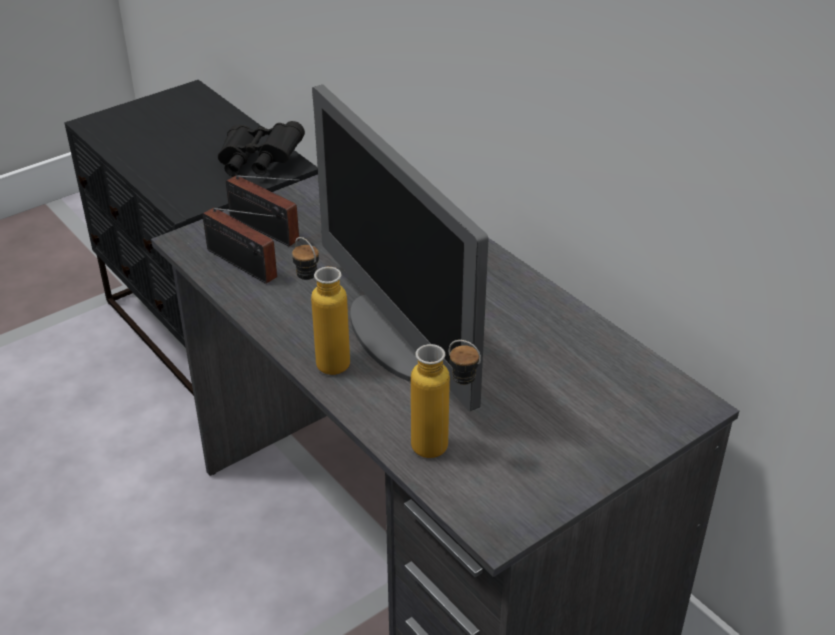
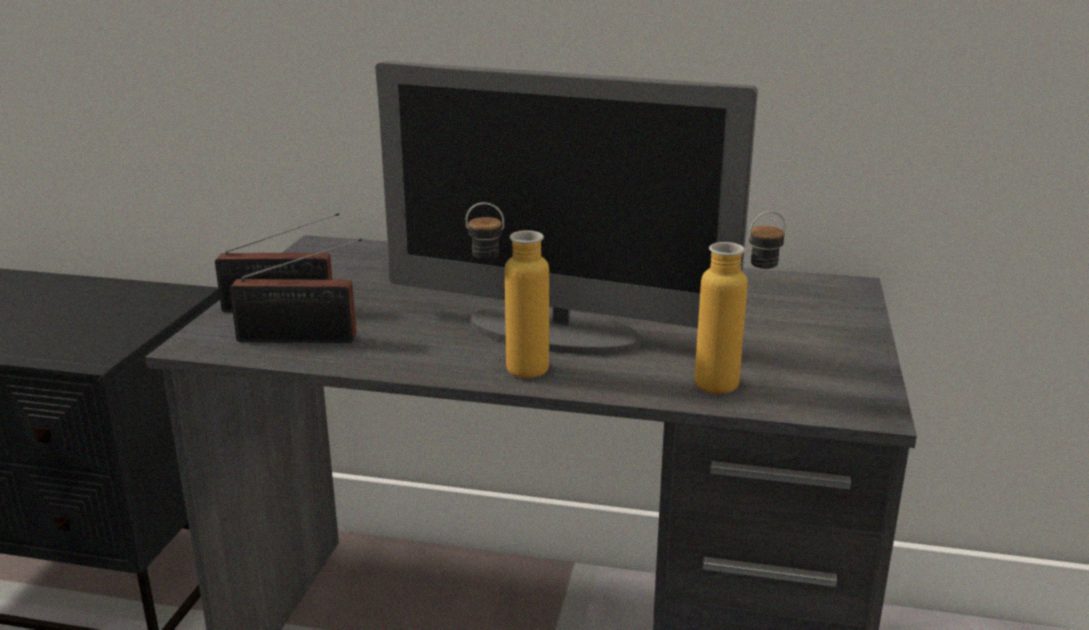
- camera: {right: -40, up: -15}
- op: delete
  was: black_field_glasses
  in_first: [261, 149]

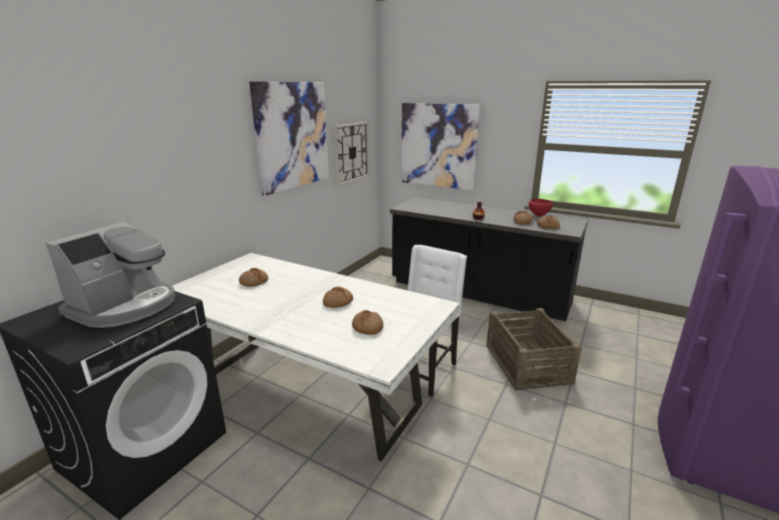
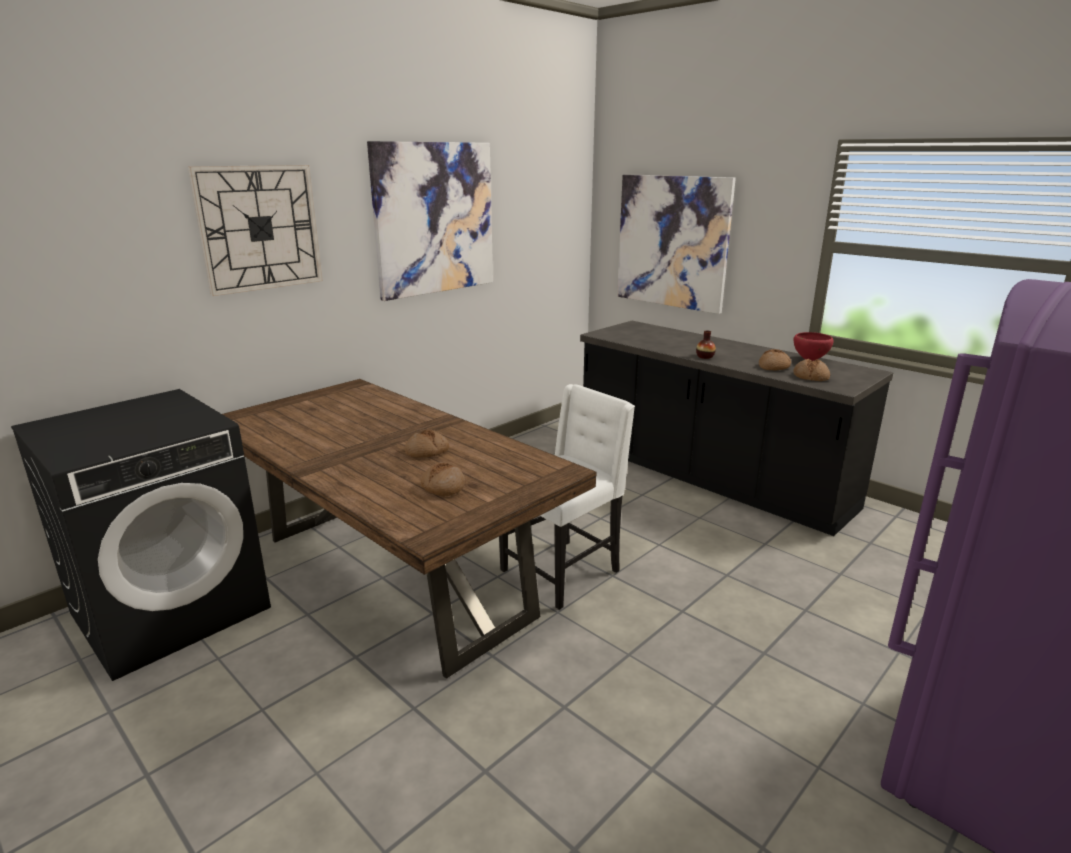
- camera: {right: 15, up: 0}
- op: move
  was: hanging_clock
  in_first: [351, 154]
  in_second: [255, 230]
- op: delete
  was: coffee_maker
  in_first: [111, 275]
- op: recolor
  was: whitish_kitchen_table
  now: brownish_kitchen_table
  in_first: [316, 357]
  in_second: [410, 529]
- op: delete
  was: bread
  in_first: [253, 277]
- op: delete
  was: packing_crate
  in_first: [534, 349]

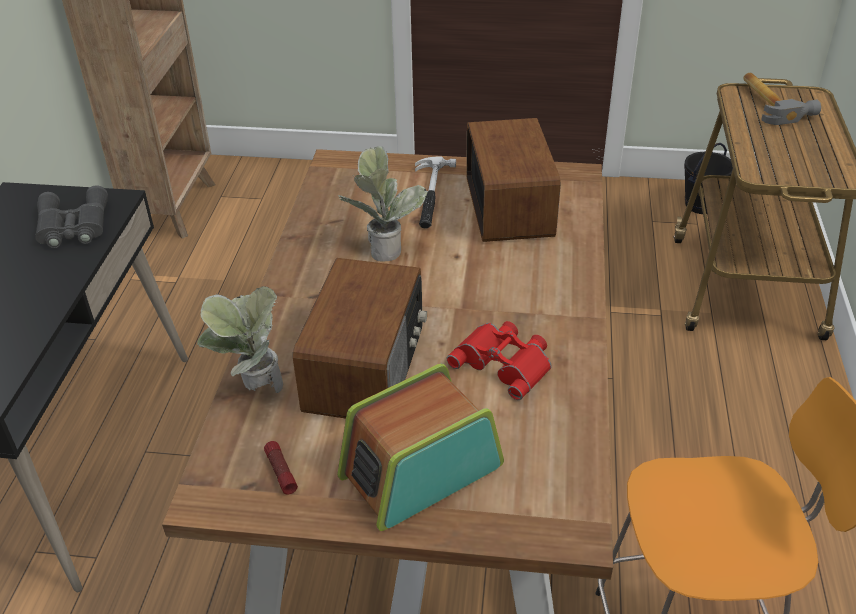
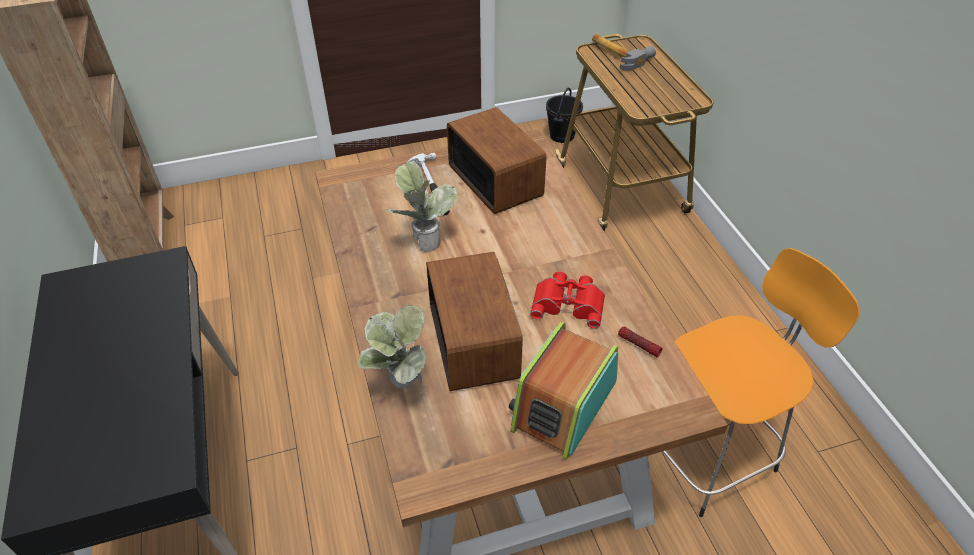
- camera: {right: -25, up: 5}
- op: delete
  was: greyish_field_glasses
  in_first: [71, 216]
- op: move
  was: hand_torch
  in_first: [281, 468]
  in_second: [640, 342]

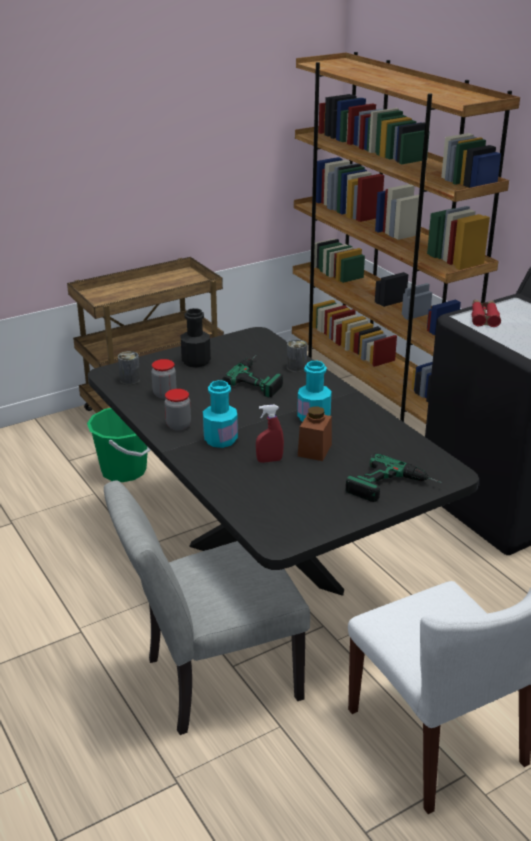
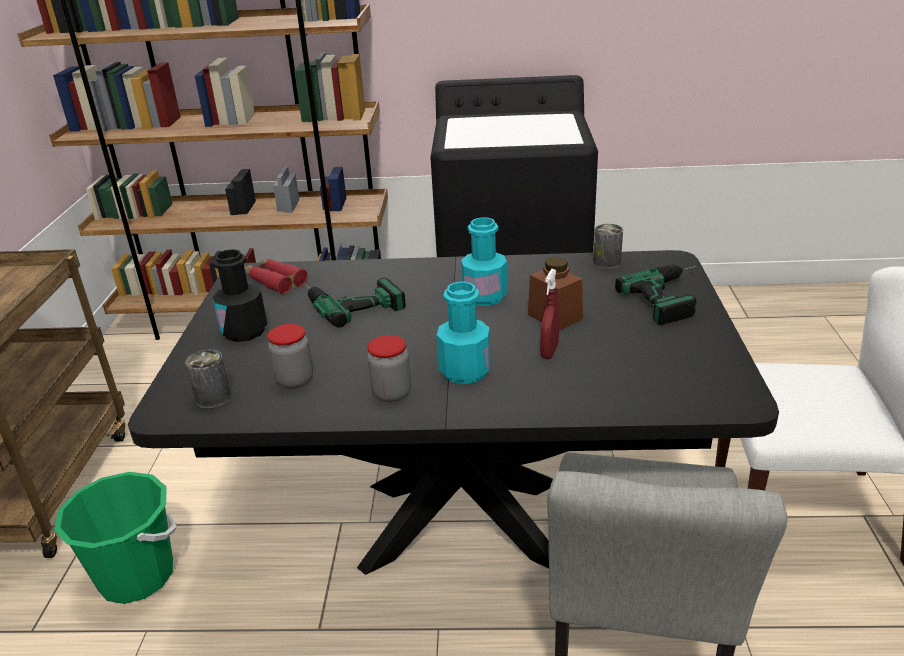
- camera: {right: -55, up: 0}
- op: move
  was: red_field_glasses
  in_first: [486, 313]
  in_second: [276, 276]
- op: move
  was: can
  in_first: [297, 355]
  in_second: [608, 246]

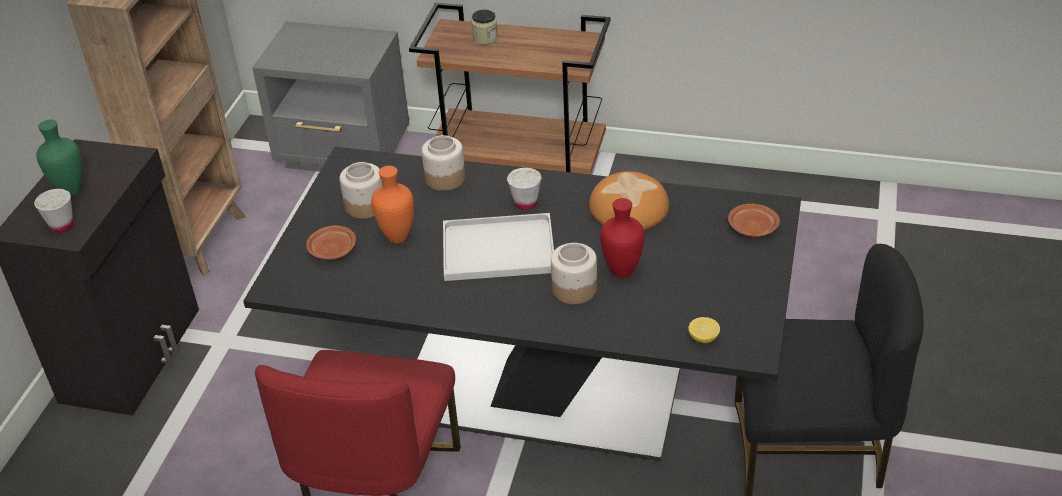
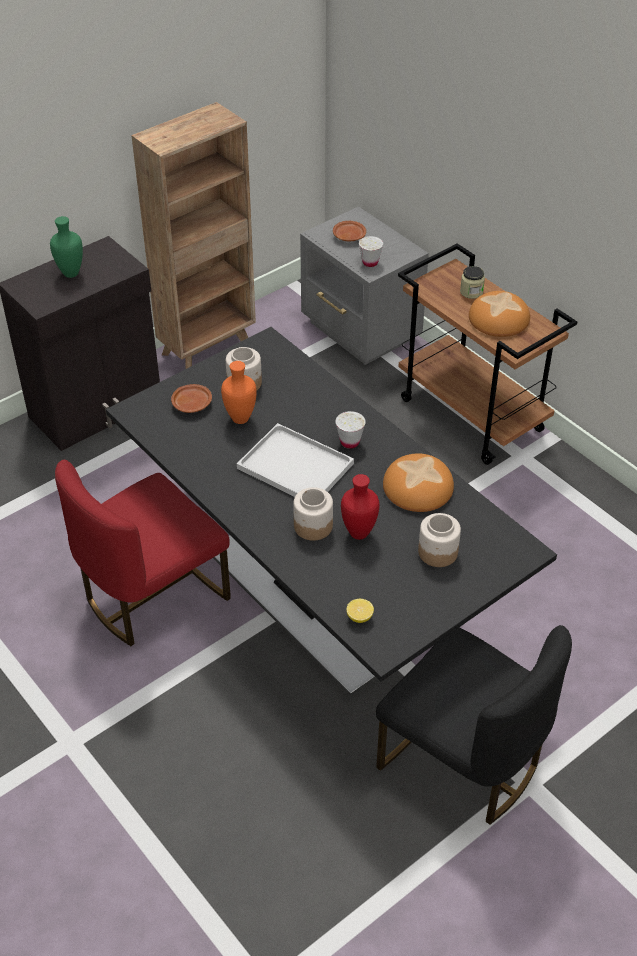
- camera: {right: 35, up: 5}
- op: move
  was: preserve_jar
  in_first: [443, 163]
  in_second: [439, 540]
- op: move
  was: whitish_small_cup
  in_first: [53, 211]
  in_second: [371, 251]
- op: move
  was: brownish_plate
  in_first: [754, 220]
  in_second: [349, 231]
- op: insert
  now: bread
  in_second: [499, 314]

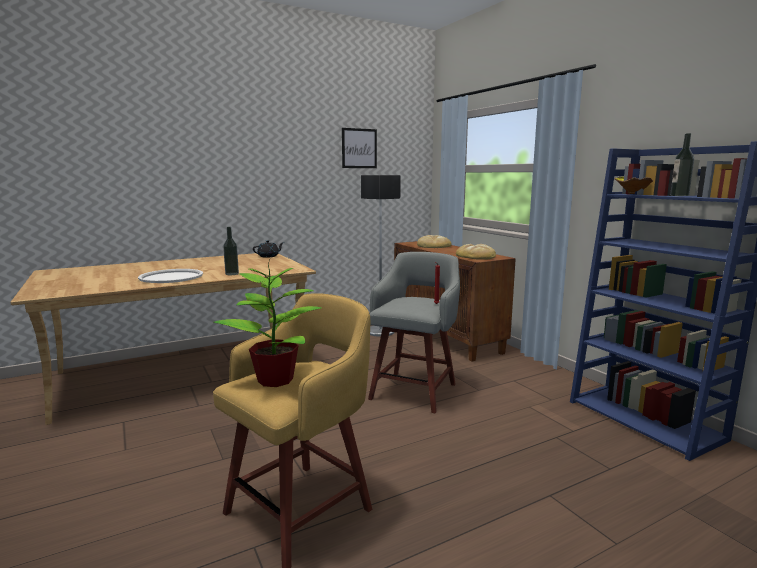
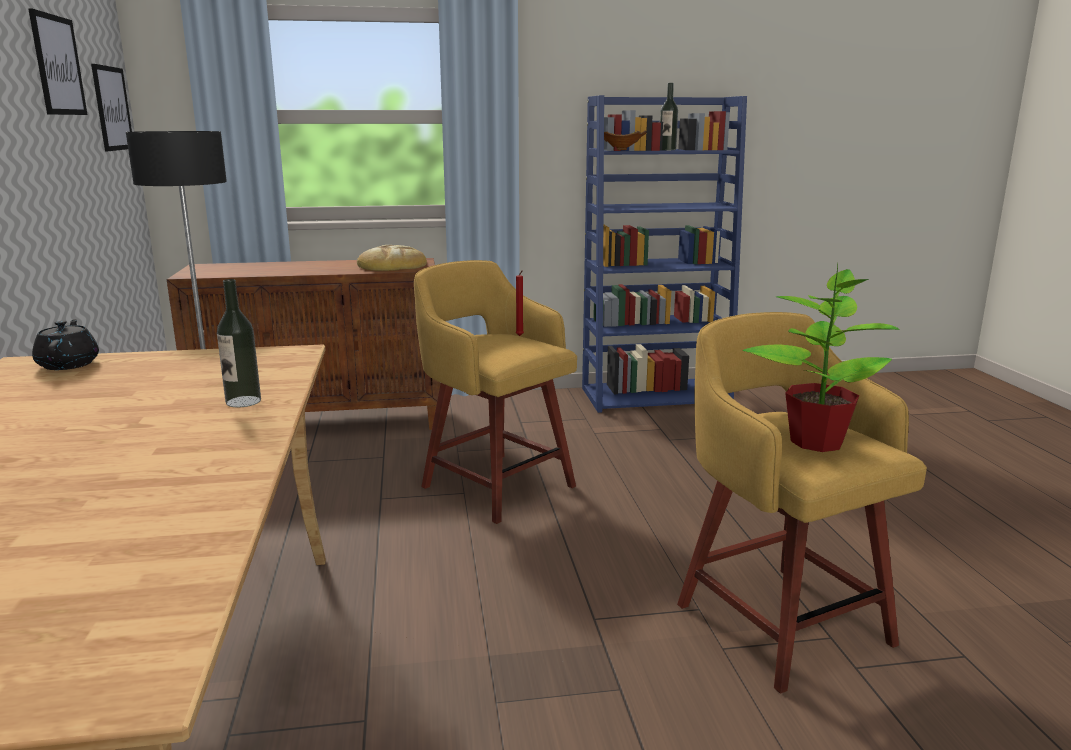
- camera: {right: -70, up: 5}
- op: delete
  was: bread
  in_first: [434, 241]
- op: recolor
  was: greyish_stool_seat
  now: yellow_stool_seat
  in_first: [414, 332]
  in_second: [495, 392]
- op: delete
  was: whitish_serving_tray
  in_first: [170, 276]
- op: insert
  now: wall_picture
  in_second: [111, 107]

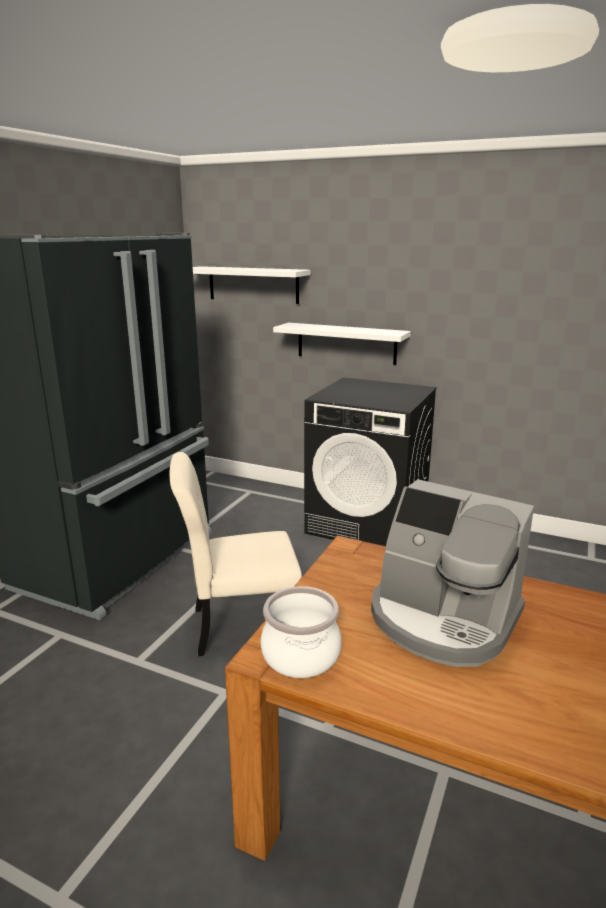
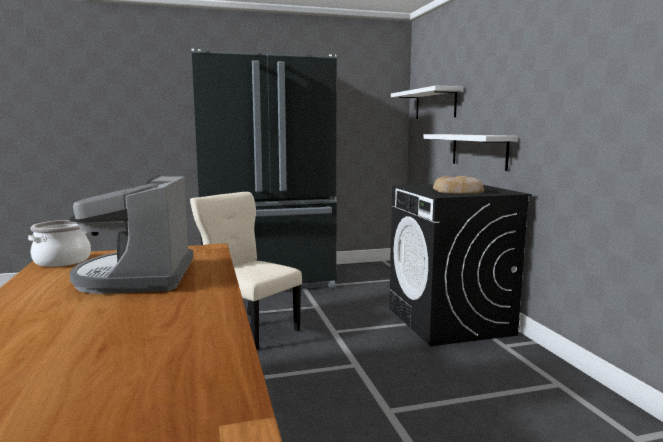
- camera: {right: 50, up: -10}
- op: insert
  now: bread
  in_second: [458, 185]

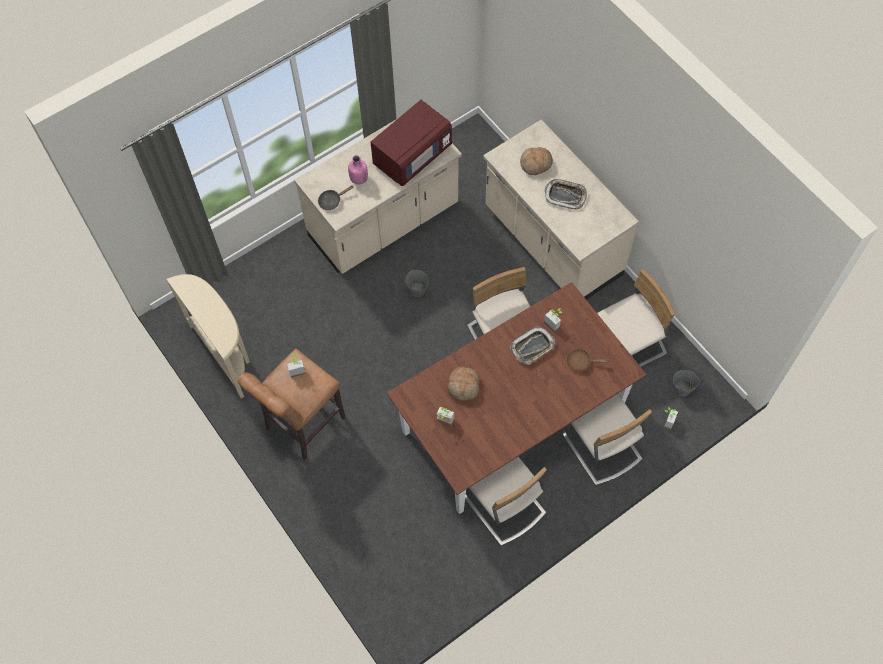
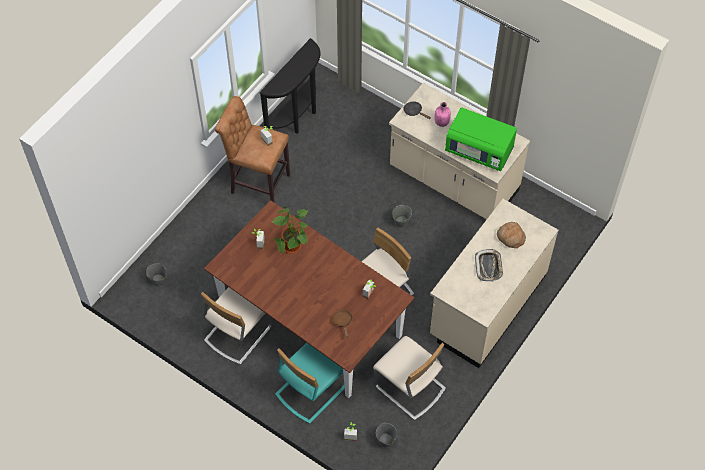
- camera: {right: 70, up: -5}
- op: recolor
  was: red_kitchen_microwave
  now: green_kitchen_microwave
  in_first: [411, 143]
  in_second: [481, 139]
- op: recolor
  was: sand-coloured_narrow_table
  now: black_narrow_table
  in_first: [208, 336]
  in_second: [289, 86]
- op: delete
  was: serving_tray
  in_first: [532, 345]
- op: replace
  was: bread
  now: potted_plant
  in_first: [463, 384]
  in_second: [290, 229]
- op: recolor
  was: sand-coloured_upright_chair
  now: turquoise-coloured_upright_chair
  in_first: [607, 439]
  in_second: [310, 383]
- op: insert
  now: greyish_bucket
  in_second: [156, 275]

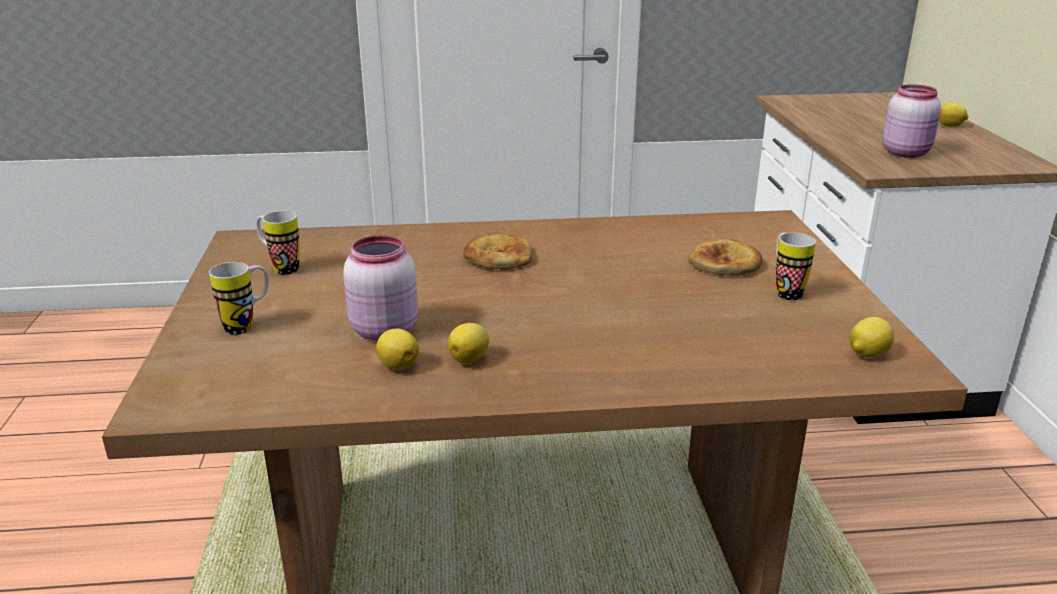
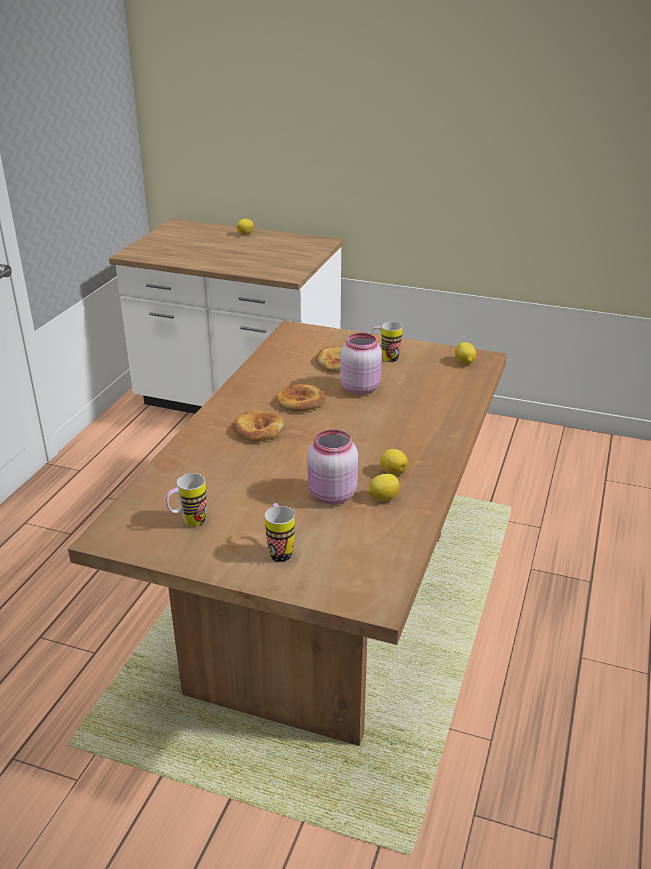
- camera: {right: -65, up: 5}
- op: move
  was: pink_preserve_jar
  in_first: [912, 121]
  in_second: [361, 364]
- op: insert
  now: bread
  in_second: [301, 398]

